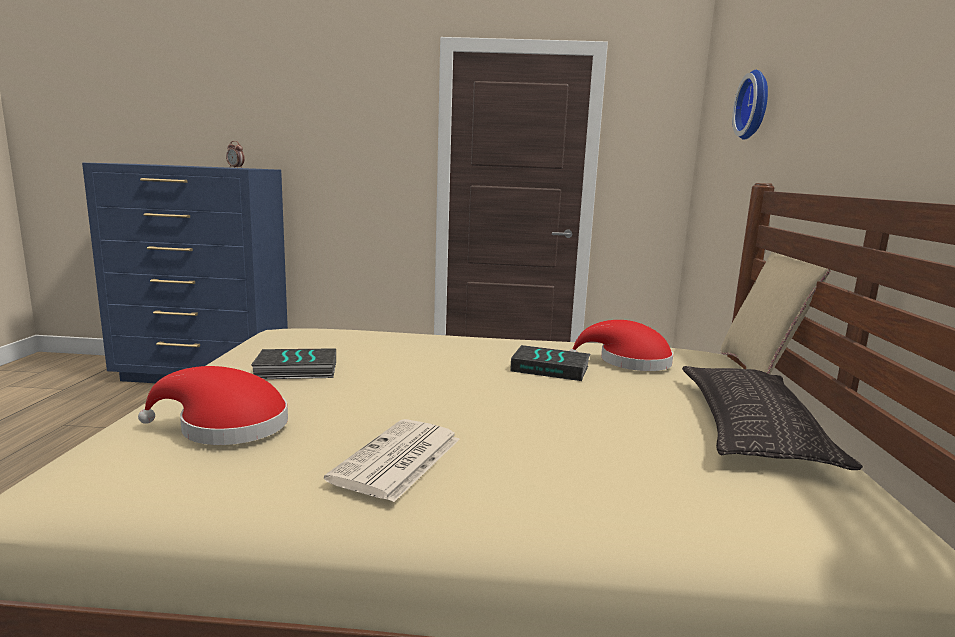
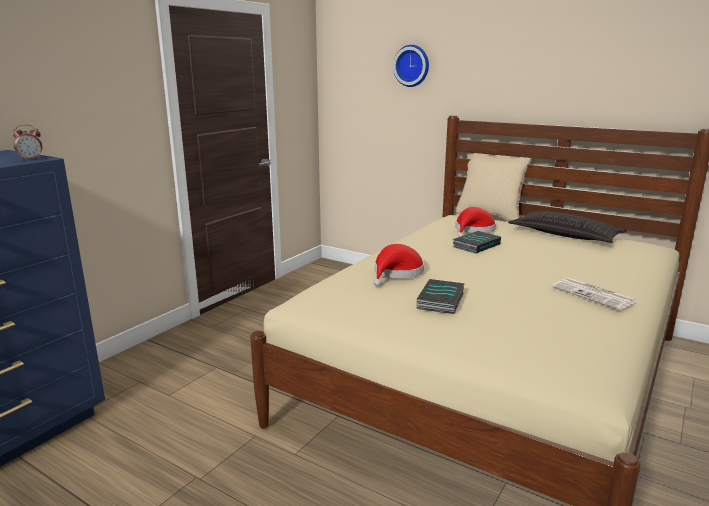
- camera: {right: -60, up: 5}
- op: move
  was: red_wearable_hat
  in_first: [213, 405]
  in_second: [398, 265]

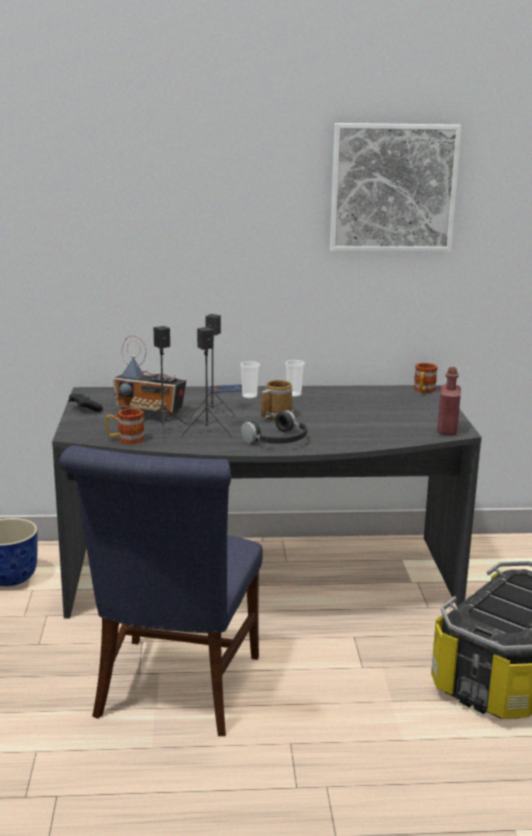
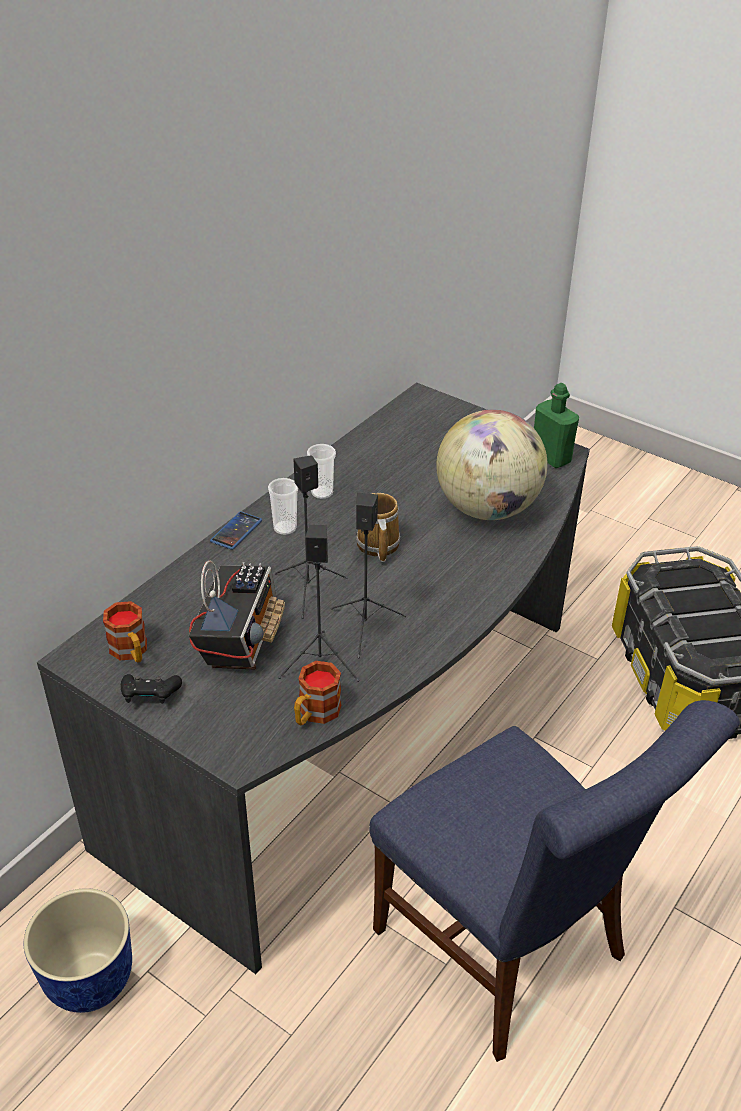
- camera: {right: -50, up: 20}
- op: delete
  was: wall_picture
  in_first: [396, 187]
- op: rotate
  was: radio
  in_first: [149, 376]
  in_second: [237, 615]
  clockwise: -45
- op: move
  was: tea_mug
  in_first: [426, 378]
  in_second: [125, 632]
- op: recolor
  was: red_beverage_bottle
  now: green_beverage_bottle
  in_first: [449, 401]
  in_second: [556, 425]
- op: delete
  was: black_pair_of_headphones
  in_first: [274, 427]
- op: insert
  now: desk_globe
  in_second: [491, 465]

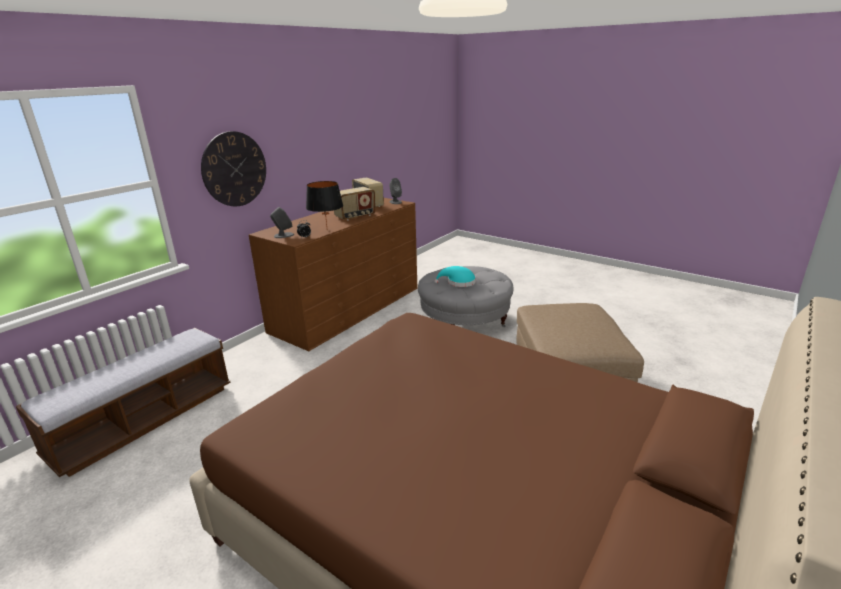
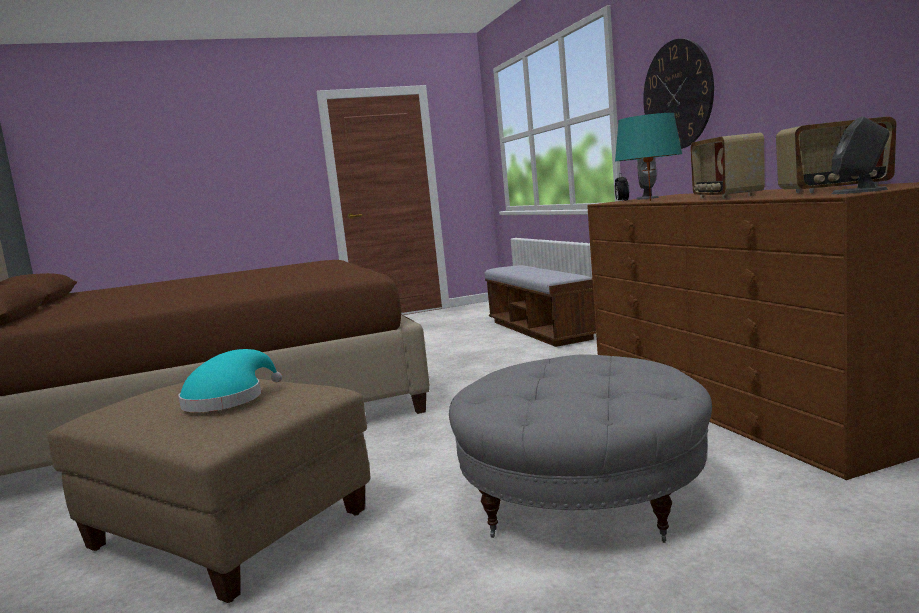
- camera: {right: 125, up: -15}
- op: recolor
  was: black_tabletop_lamp
  now: turquoise-coloured_tabletop_lamp
  in_first: [324, 203]
  in_second: [648, 157]
- op: move
  was: turquoise-coloured_wearable_hat
  in_first: [455, 276]
  in_second: [230, 380]

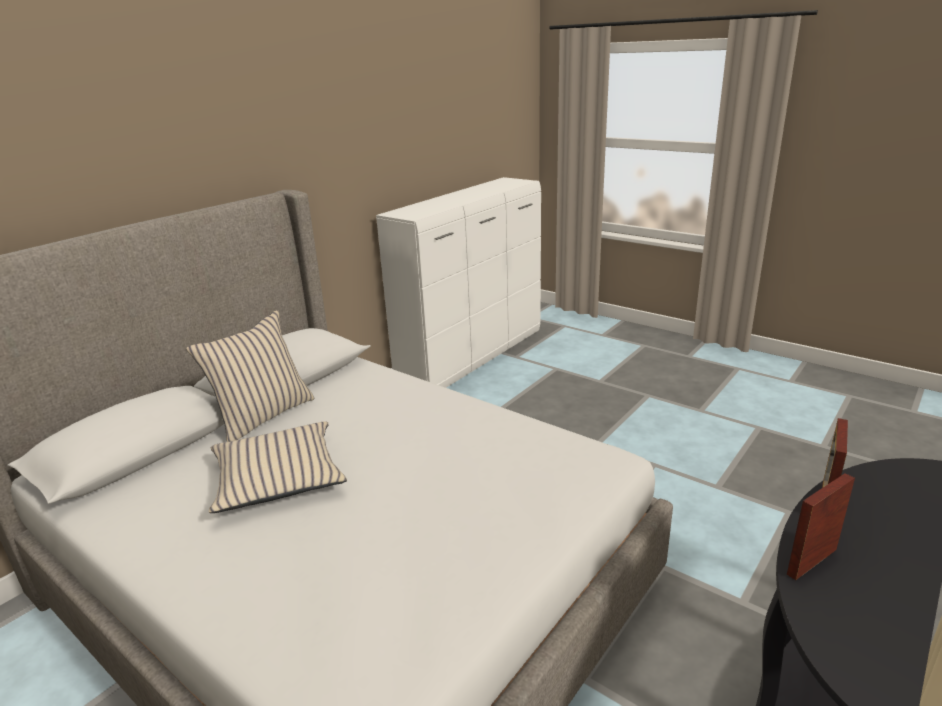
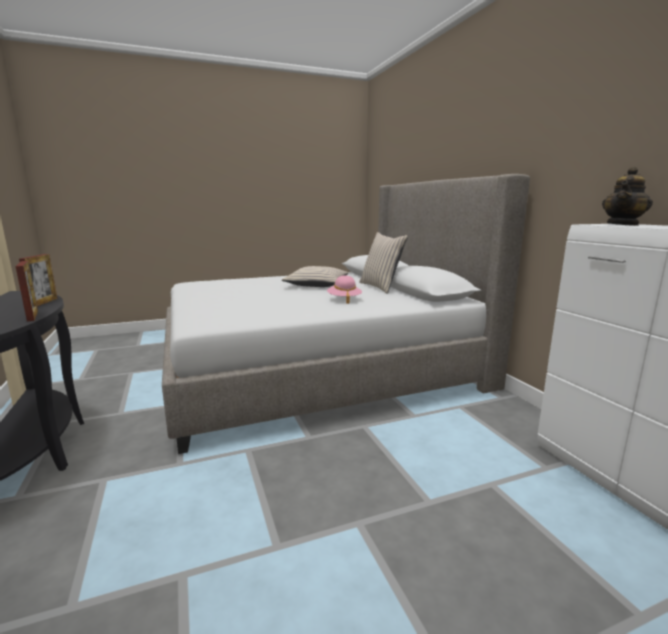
- camera: {right: 120, up: -10}
- op: insert
  now: tea_pot
  in_second: [627, 196]
- op: insert
  now: pink_wearable_hat
  in_second: [344, 289]

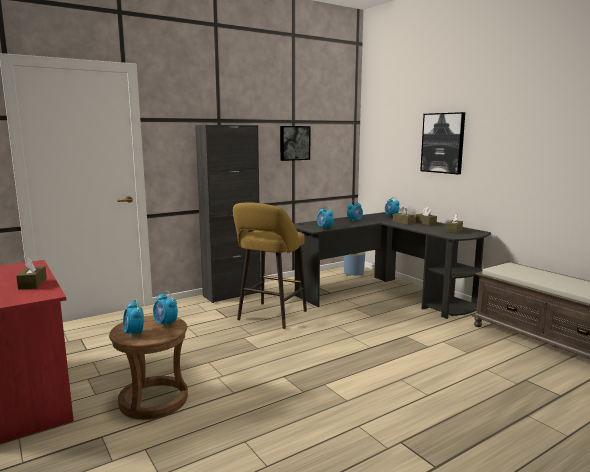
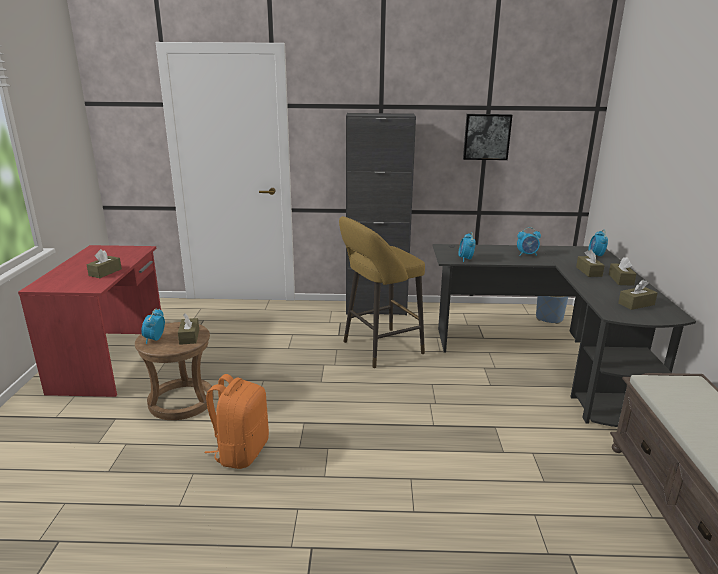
- camera: {right: 35, up: 10}
- op: delete
  was: wall_picture
  in_first: [442, 143]
- op: replace
  was: alarm_clock
  now: brownish_tissue_box
  in_first: [165, 309]
  in_second: [188, 329]
- op: insert
  now: orange_backpack
  in_second: [237, 421]

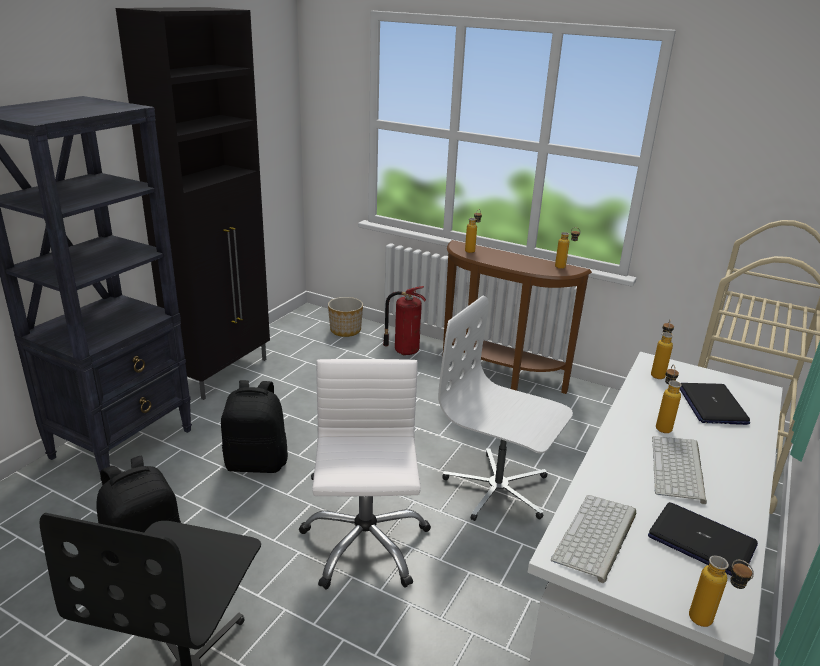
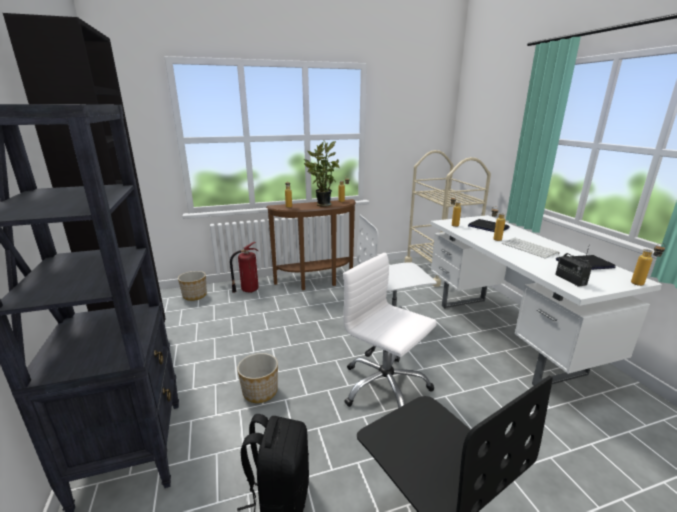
- camera: {right: -45, up: -5}
- op: replace
  was: black_backpack
  now: plant_pot
  in_first: [254, 426]
  in_second: [257, 378]
- op: replace
  was: computer_keyboard
  now: radio
  in_first: [593, 539]
  in_second: [573, 265]
- op: insert
  now: potted_plant
  in_second: [322, 174]

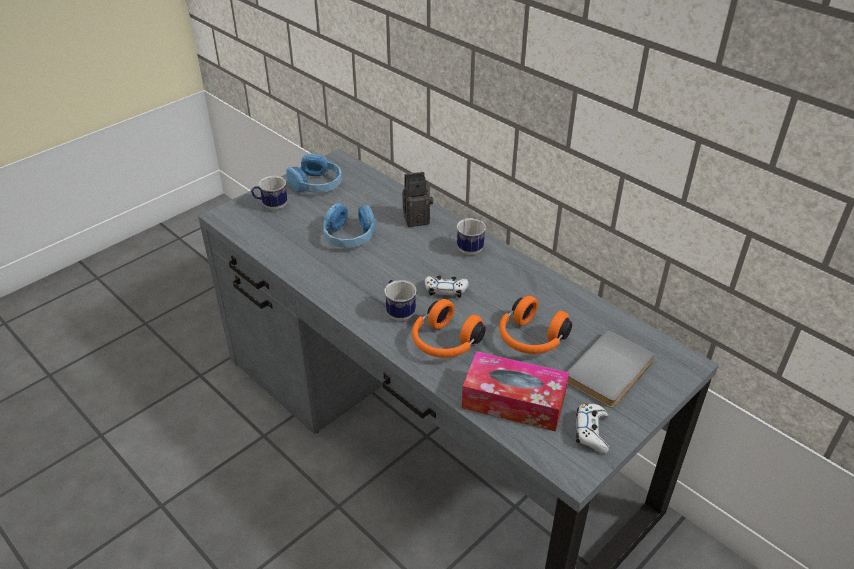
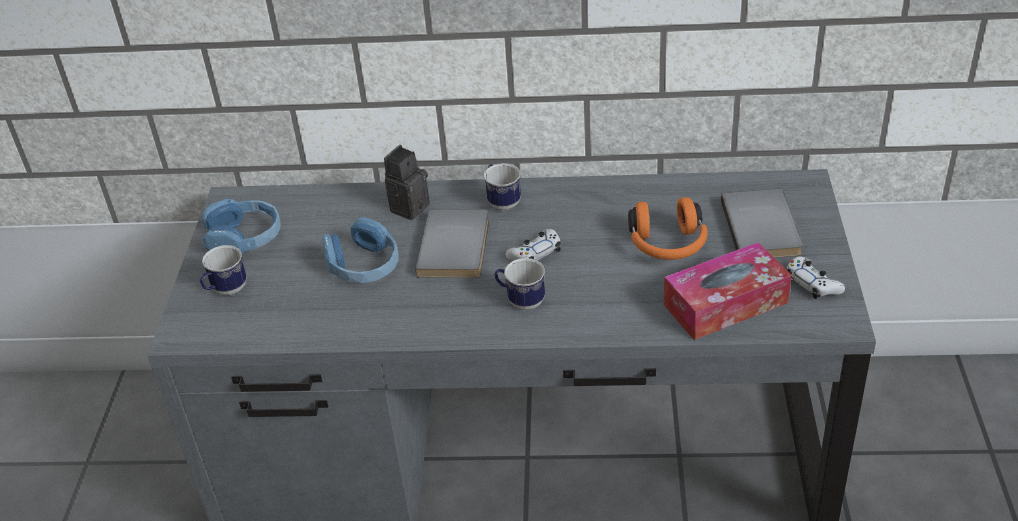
- camera: {right: -40, up: 0}
- op: delete
  was: orange_pair_of_headphones
  in_first: [449, 328]
- op: insert
  now: greyish_bound_book
  in_second: [452, 243]

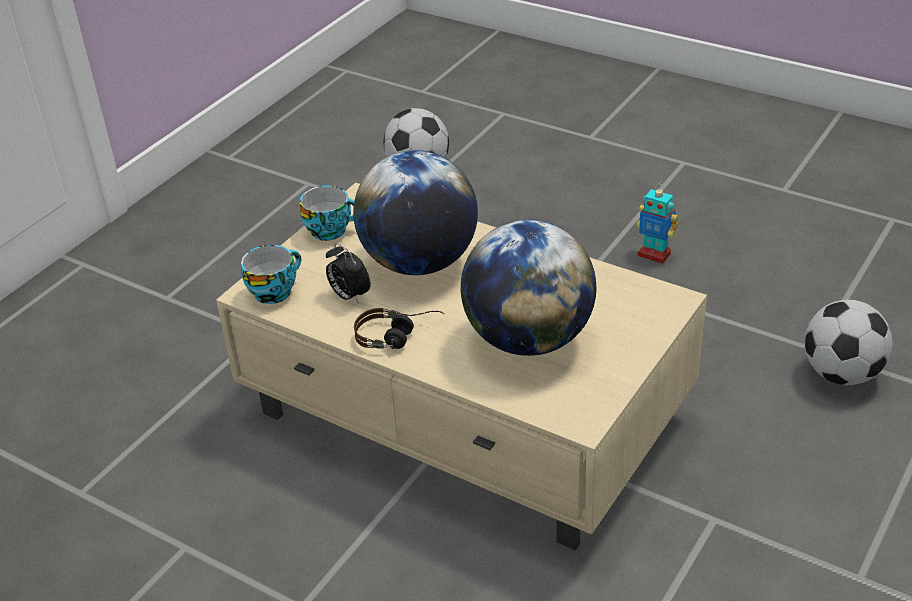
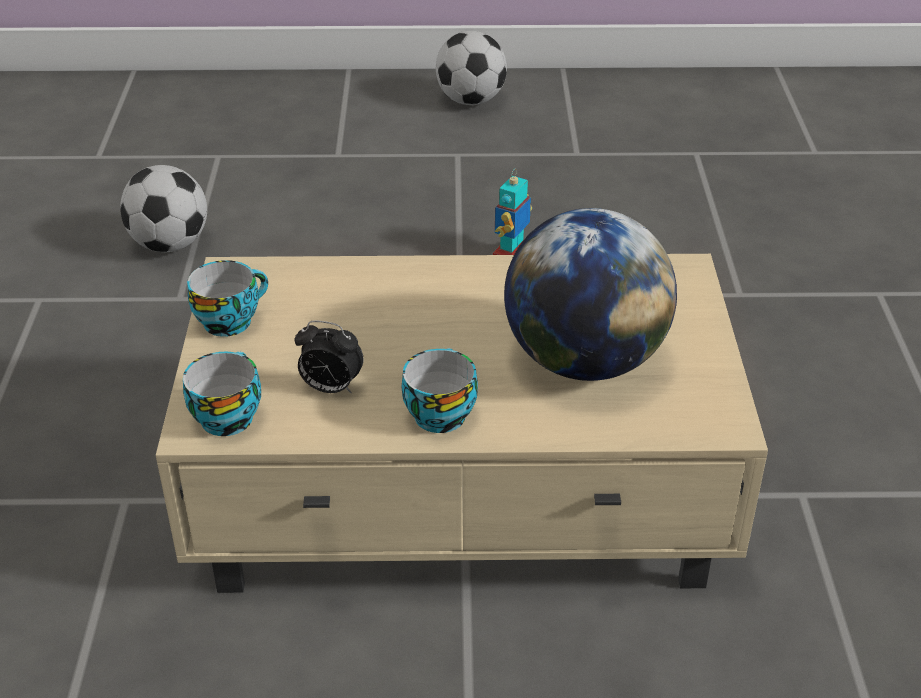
- camera: {right: -35, up: 0}
- op: delete
  was: desk_globe
  in_first: [415, 212]
- op: rotate
  was: toy_robot
  in_first: [657, 223]
  in_second: [512, 212]
  clockwise: 120
- op: move
  was: football_ball
  in_first: [848, 342]
  in_second: [471, 68]
- op: replace
  was: pair_of_headphones
  now: small_cup
  in_first: [399, 328]
  in_second: [440, 390]

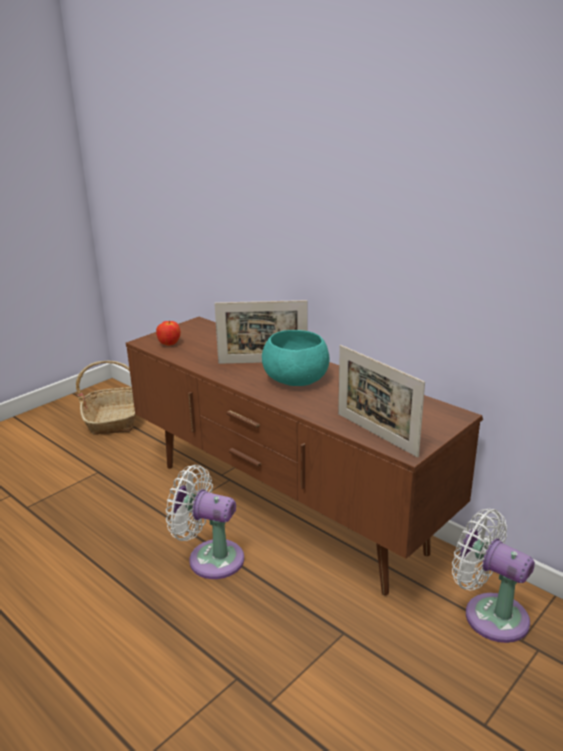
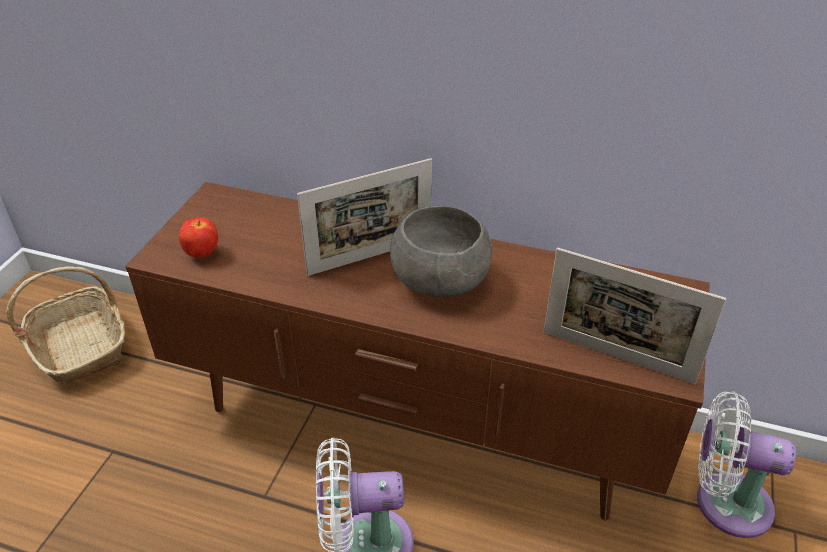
- camera: {right: -25, up: 15}
- op: recolor
  was: turquoise-coloured_bowl
  now: greyish_bowl
  in_first: [296, 358]
  in_second: [441, 251]

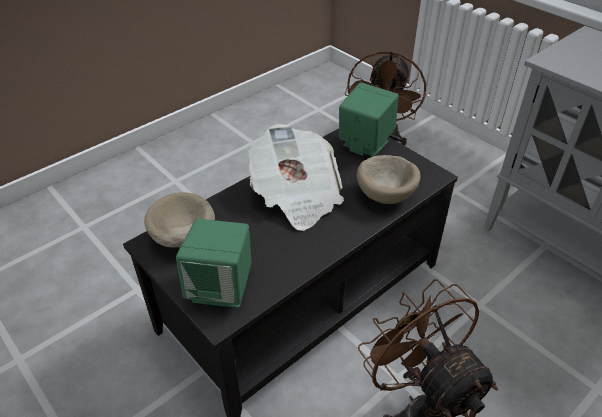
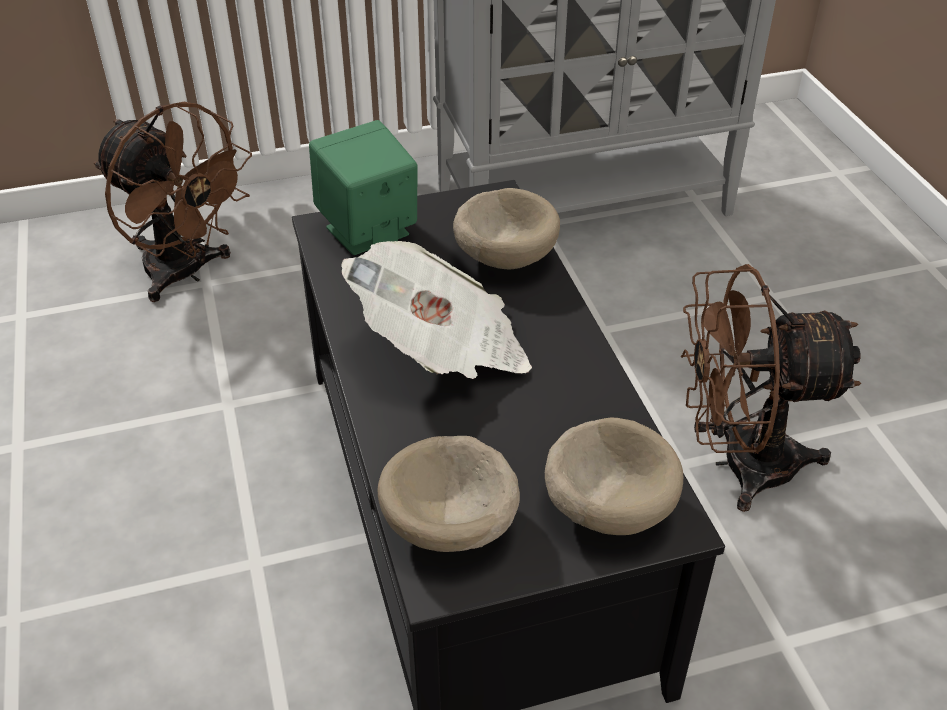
- camera: {right: -65, up: 0}
- op: replace
  was: green_audio_speaker
  now: sand-coloured_bowl
  in_first: [213, 263]
  in_second: [614, 476]

